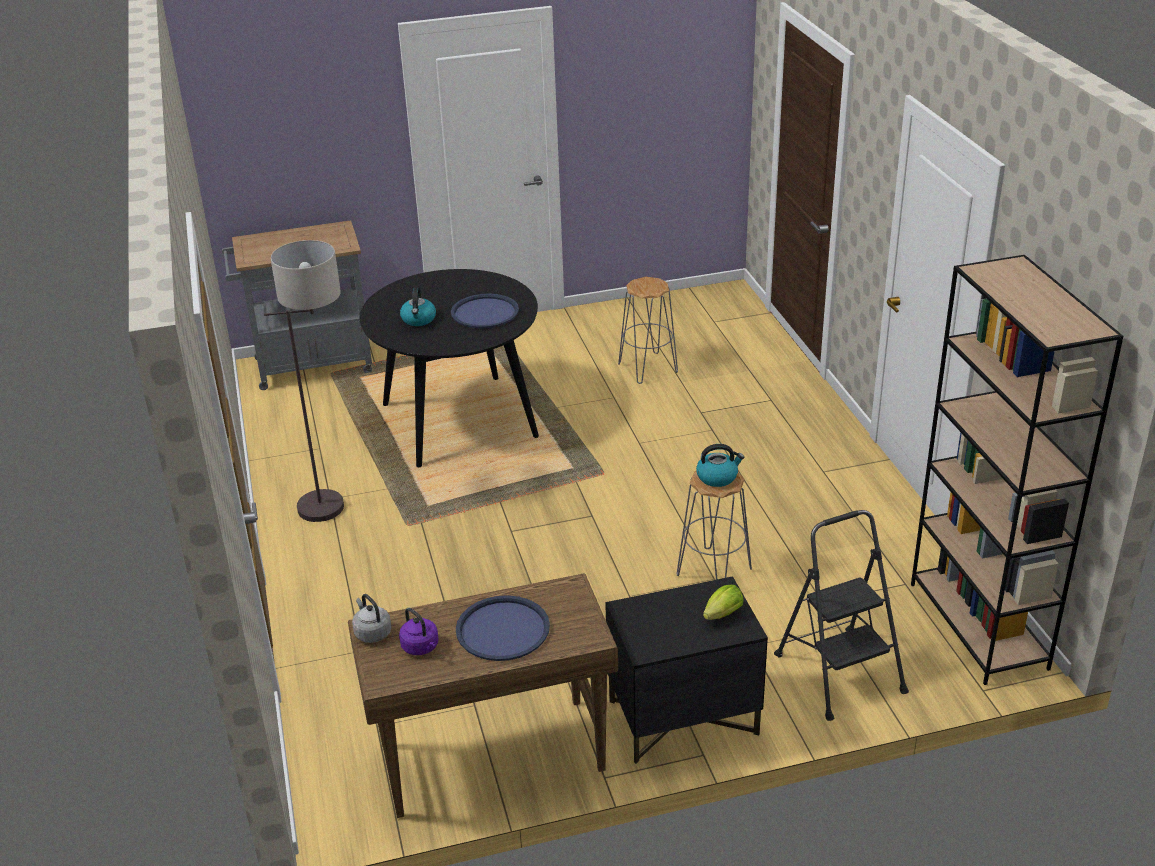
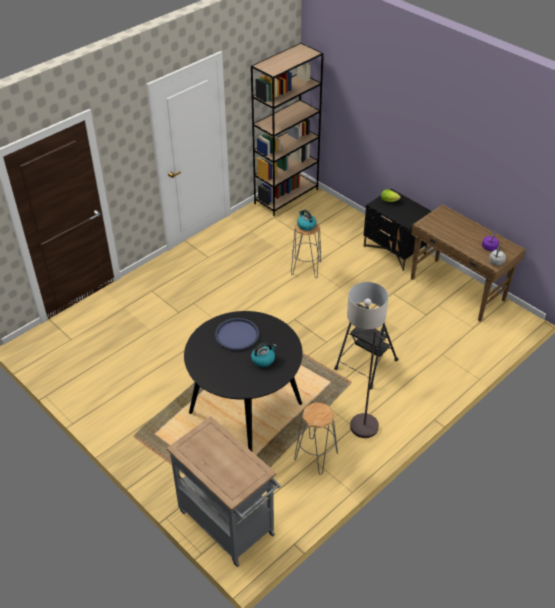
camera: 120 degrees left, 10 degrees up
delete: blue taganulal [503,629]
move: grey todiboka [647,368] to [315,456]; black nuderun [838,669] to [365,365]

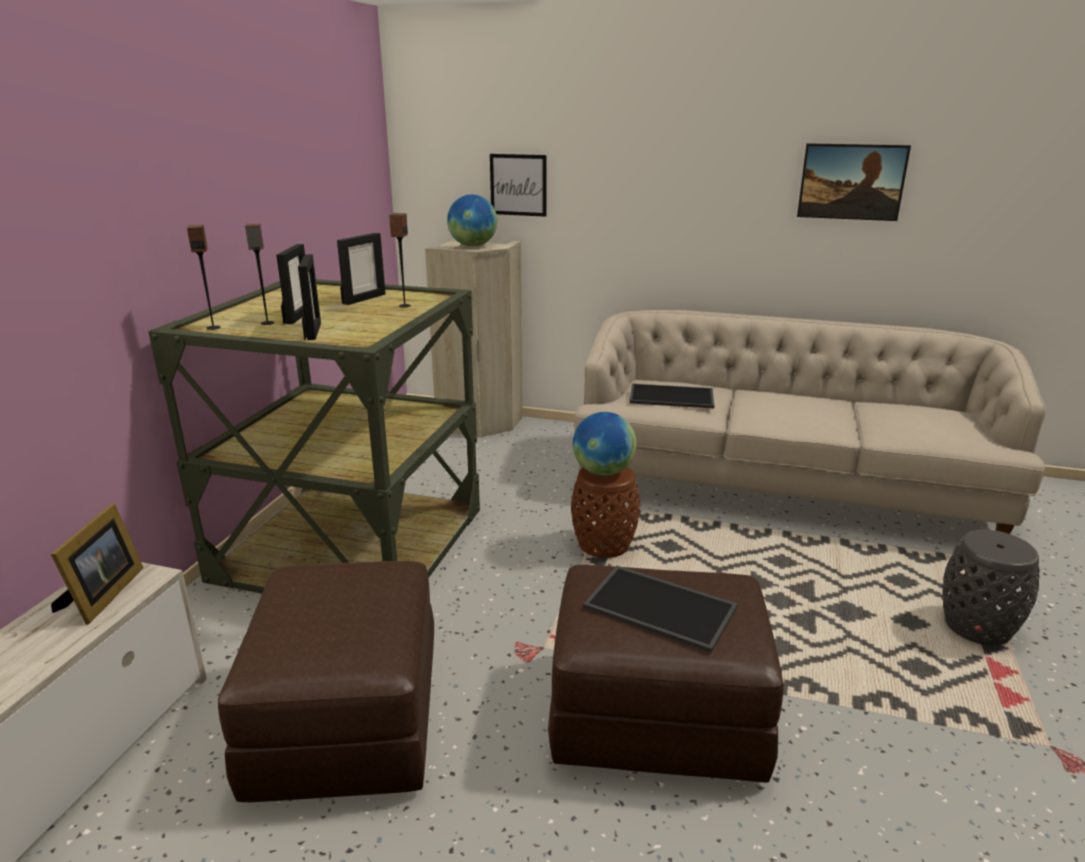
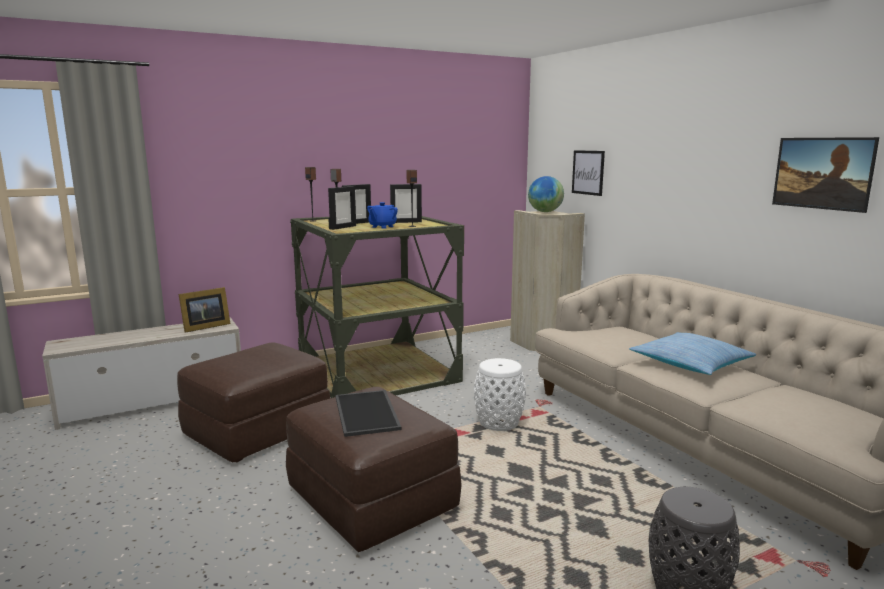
camera: 45 degrees right, 10 degrees down
delete: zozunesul [603,472]; taganulal [670,397]
insert: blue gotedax [382,227]; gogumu [690,364]
recolor: brown todiboka [604,544] to white todiboka [499,422]

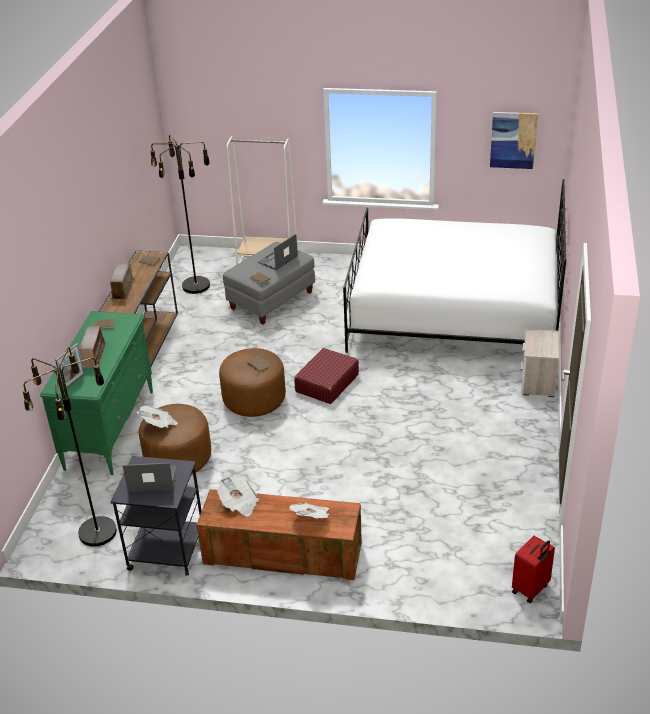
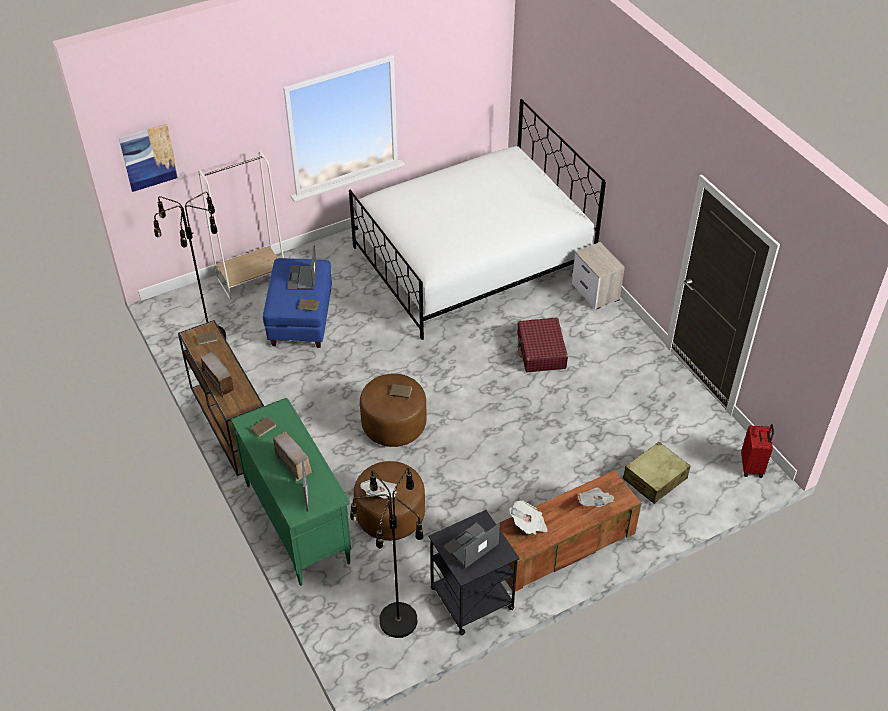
camera: 40 degrees left, 10 degrees up
insert: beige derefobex [654,479]
move: red derefobex [326,383] to [541,351]; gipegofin [513,140] to [148,157]
recolor: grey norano [272,301] to blue norano [302,319]

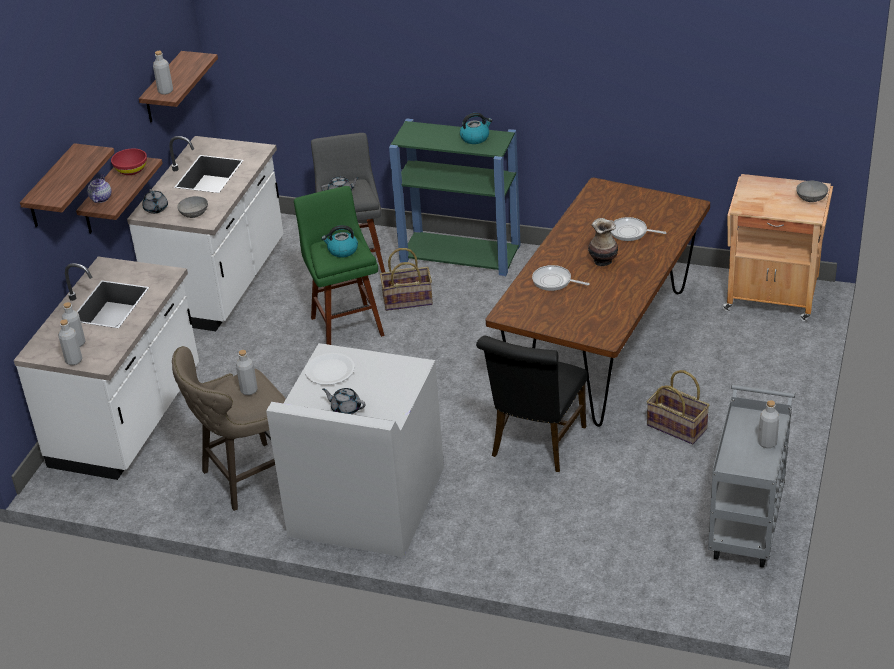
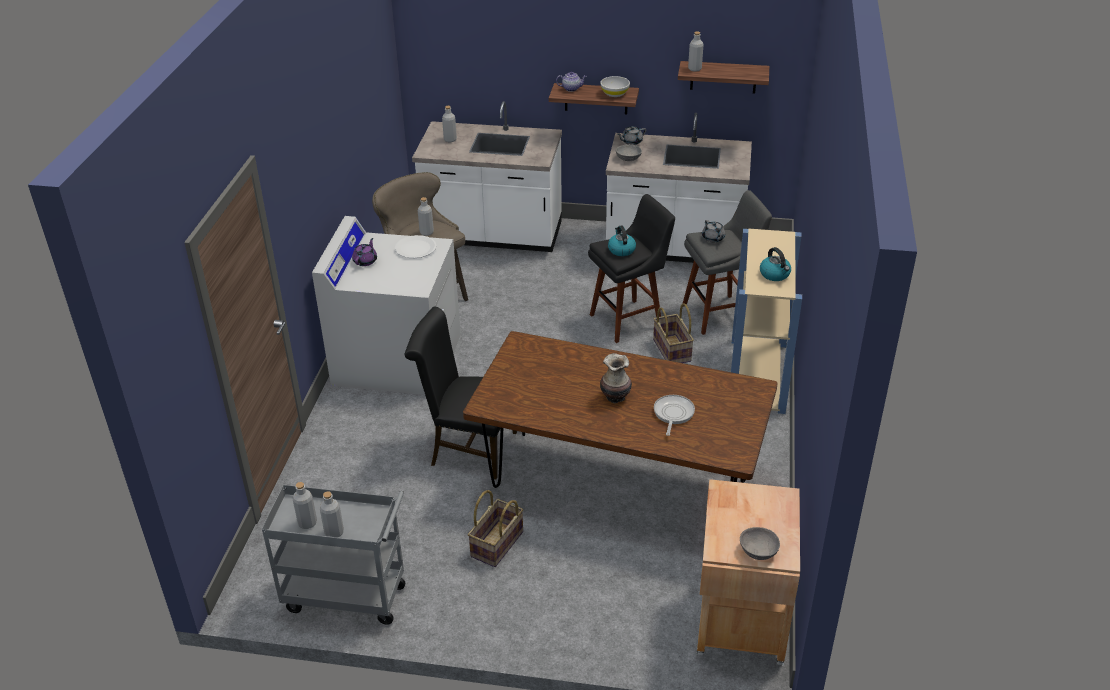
camera: 80 degrees right, 0 degrees up
delete: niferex [51,188]; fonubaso [554,281]
move: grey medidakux [74,360] to [307,523]
recolor: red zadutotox [131,170] to white zadutotox [614,93]; green todiboka [346,324] to black todiboka [629,320]; grey gotedax [345,409] to purple gotedax [365,261]; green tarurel [460,254] to beige tarurel [757,375]

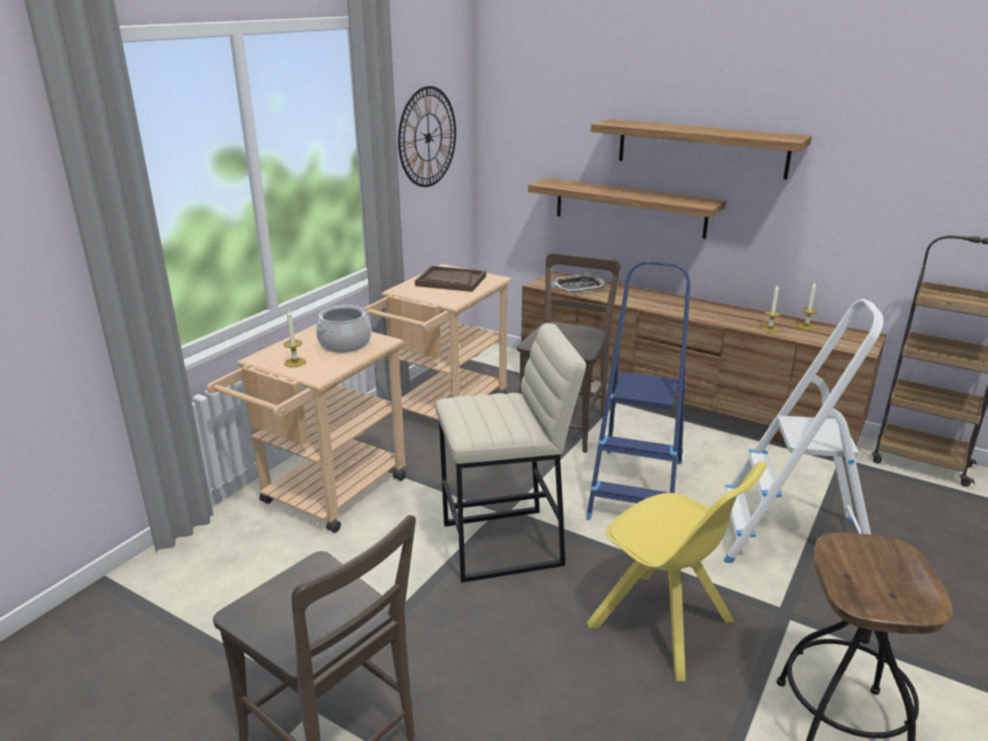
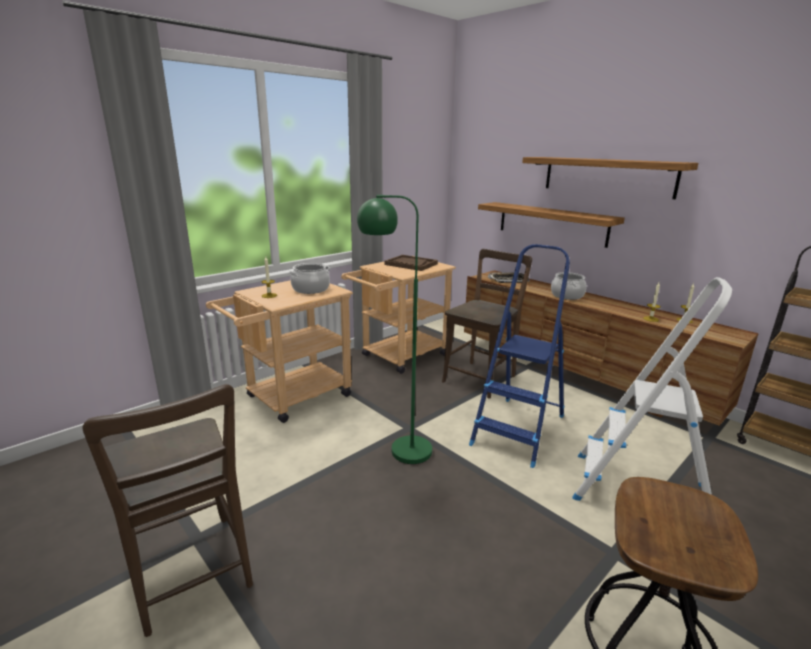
camera: 15 degrees right, 5 degrees down
delete: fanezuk [428,137]; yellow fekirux [664,625]
insert: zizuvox [567,295]
replace: beige todiboka [505,543] to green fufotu [398,451]

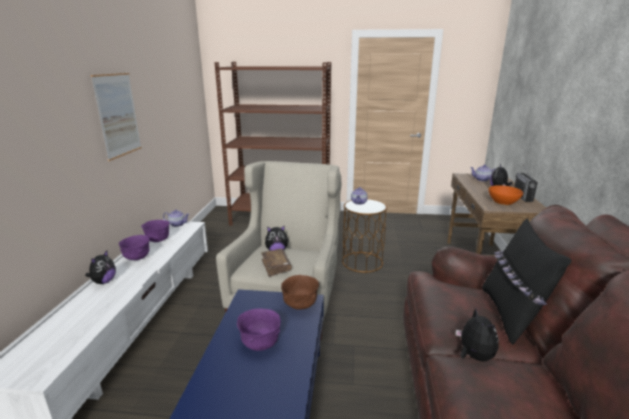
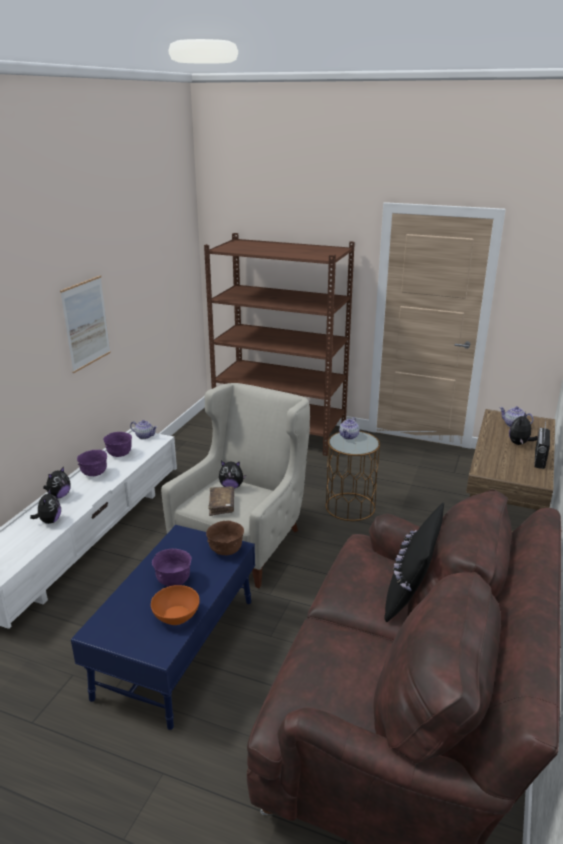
camera: 15 degrees right, 5 degrees up
move: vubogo [473,356] to [49,521]; orange zadutotox [503,202] to [176,616]

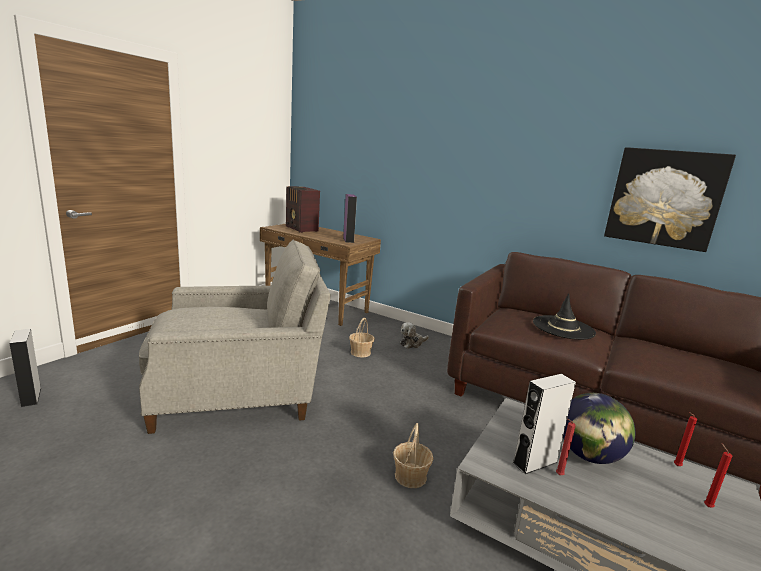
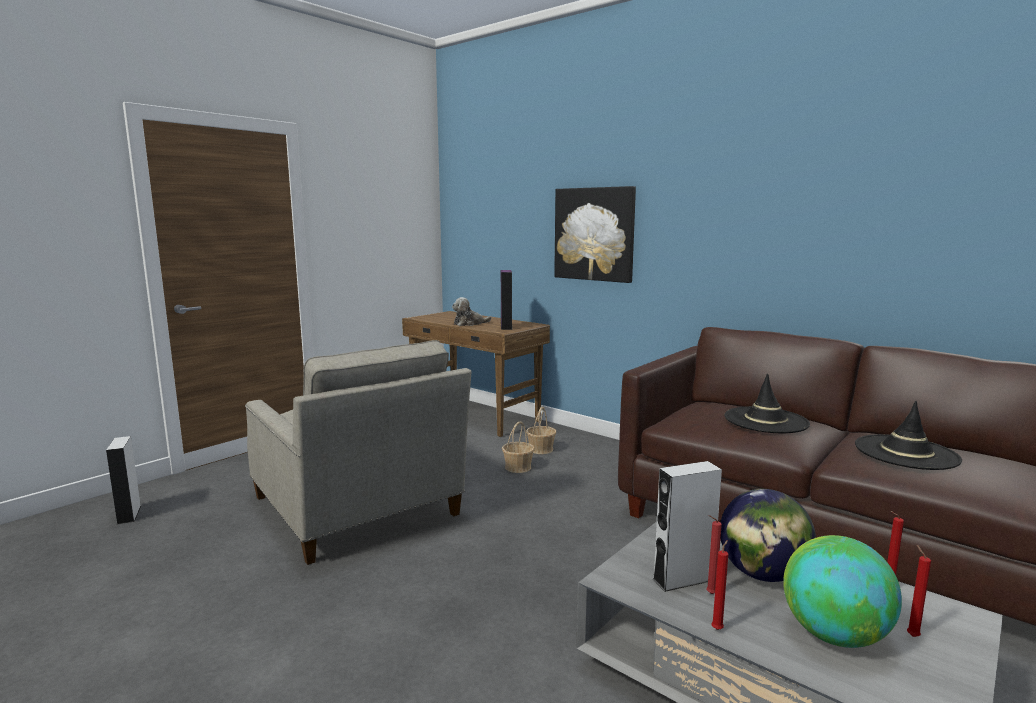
camera: 10 degrees right, 5 degrees down
delete: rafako [301,229]
insert: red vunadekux [718,628]; zozunesul [834,635]; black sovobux [906,452]
move: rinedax [410,476] to [541,449]; vubogo [412,343] to [469,324]; gipegofin [664,198] to [594,234]
rotate: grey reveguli [238,389] = [357,508] 60 degrees clockwise

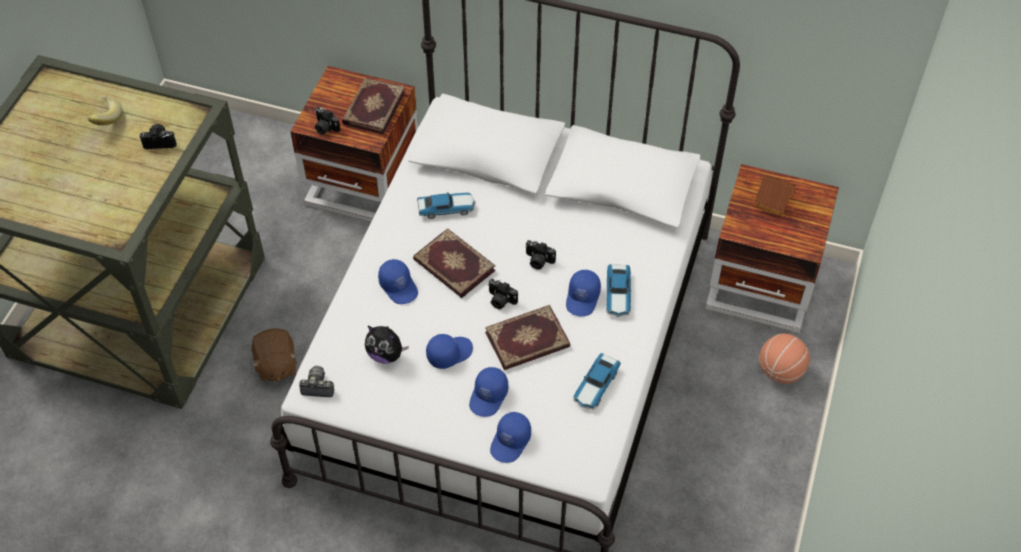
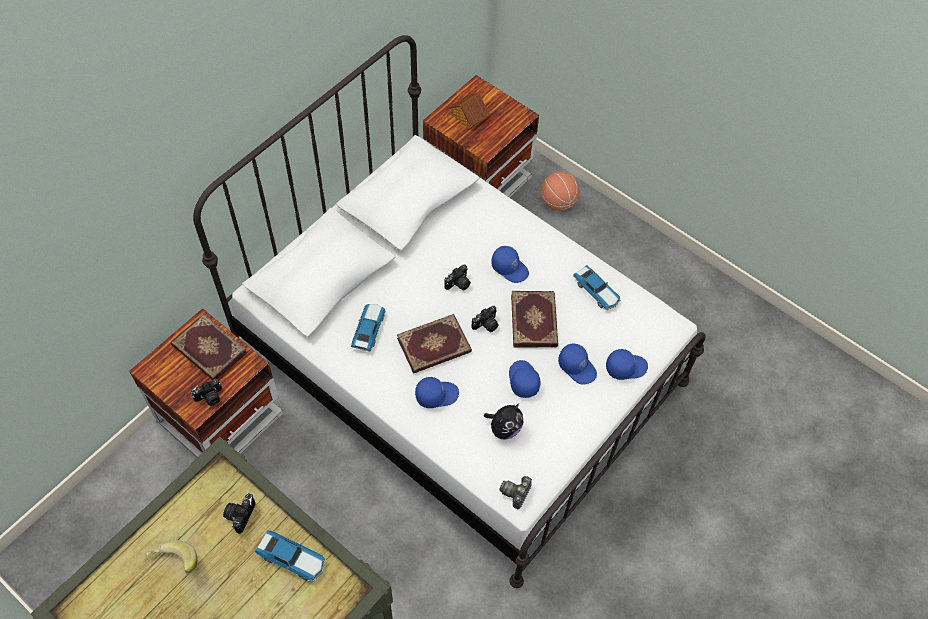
camera: 70 degrees left, 5 degrees up
delete: brown vubogo [276,365]
move: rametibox [618,295] to [293,559]
rotate: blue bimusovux [511,442] = [625,367] 60 degrees counterclockwise

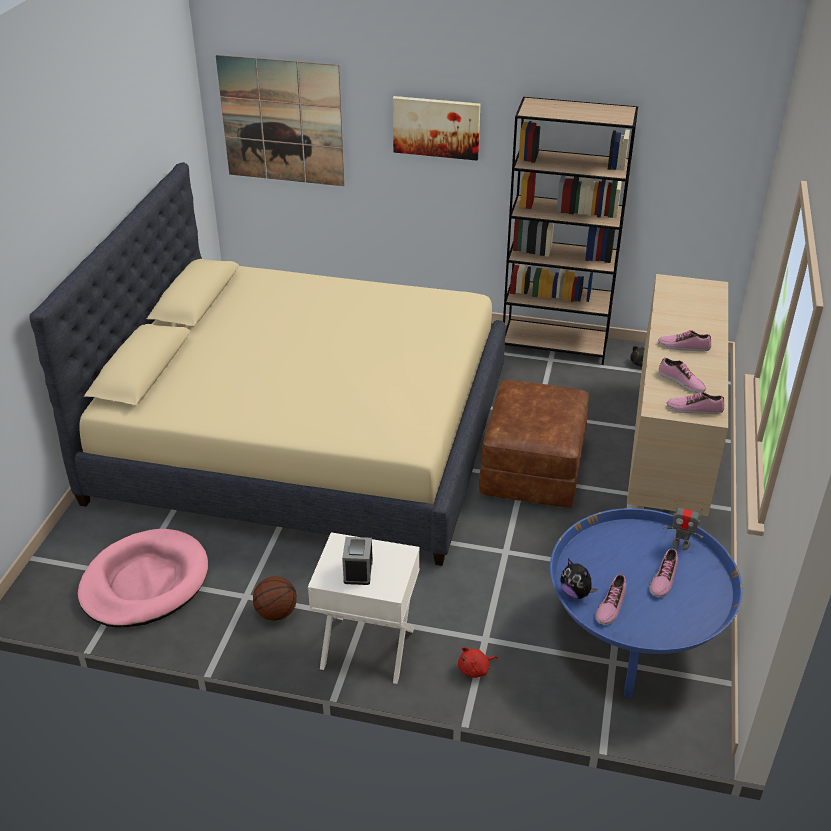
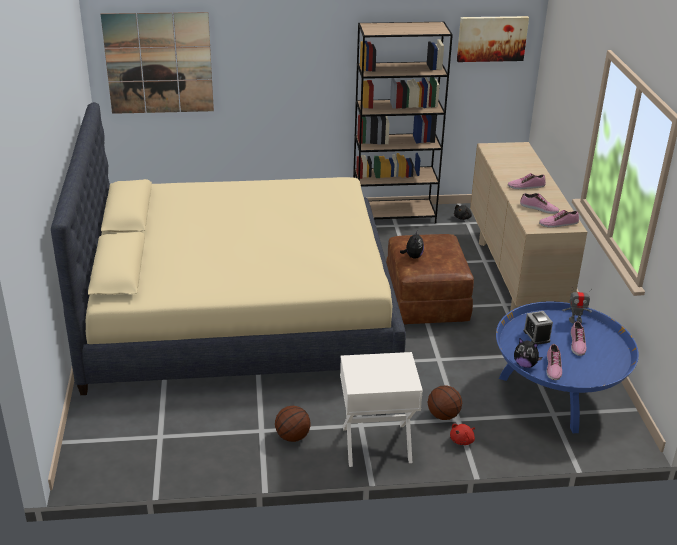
camera: 20 degrees left, 5 degrees down
delete: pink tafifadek [144,582]
insert: vubogo [413,256]; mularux [443,415]
move: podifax [358,571] to [536,336]; gipegofin [436,127] to [491,38]

